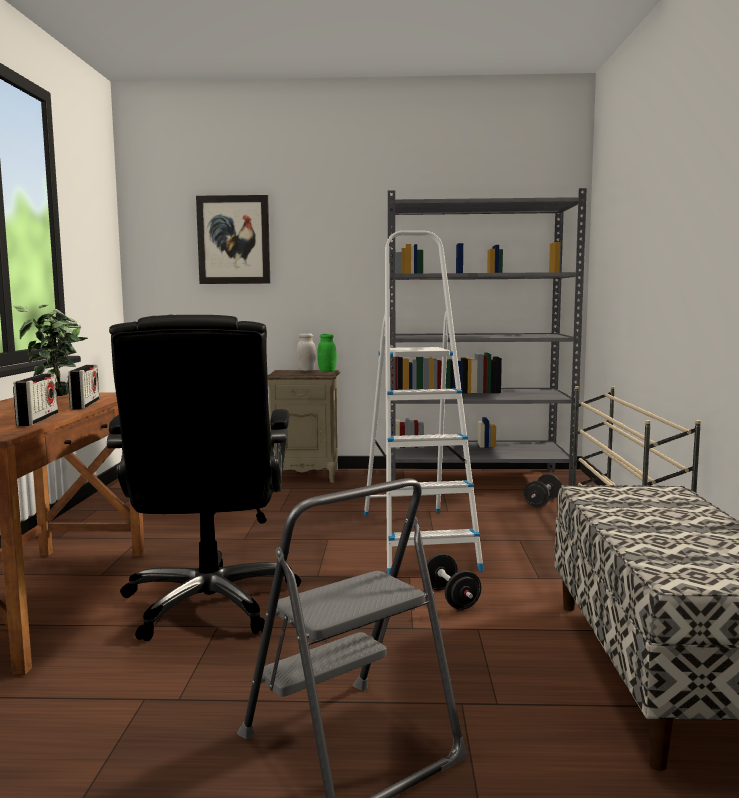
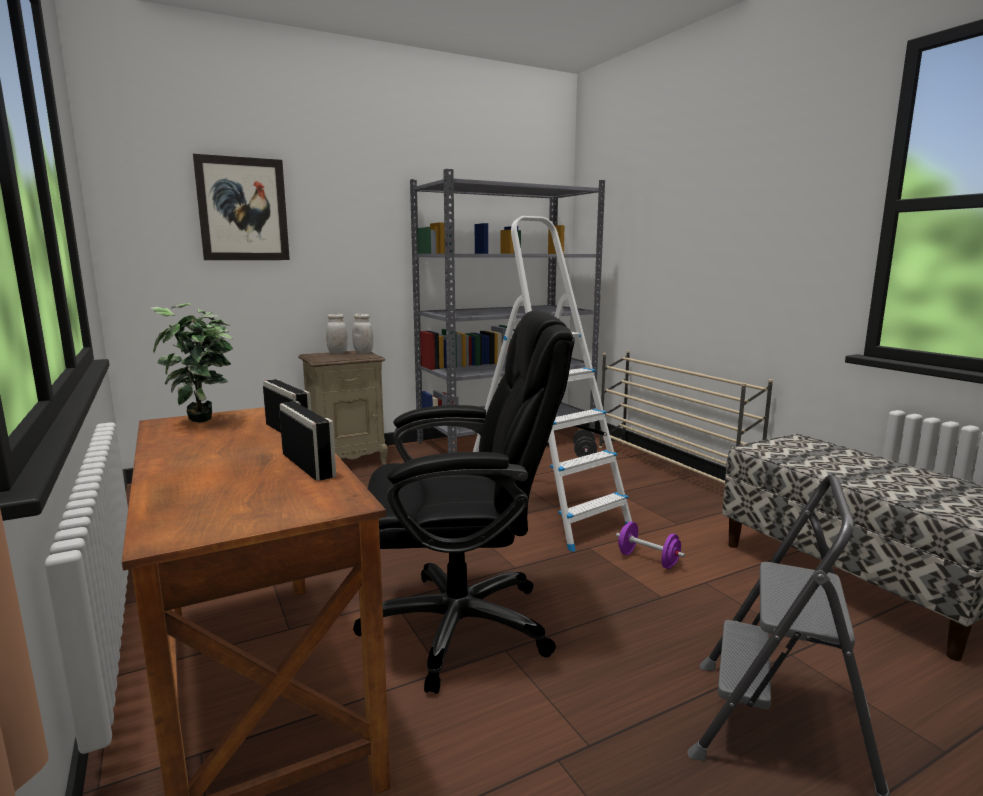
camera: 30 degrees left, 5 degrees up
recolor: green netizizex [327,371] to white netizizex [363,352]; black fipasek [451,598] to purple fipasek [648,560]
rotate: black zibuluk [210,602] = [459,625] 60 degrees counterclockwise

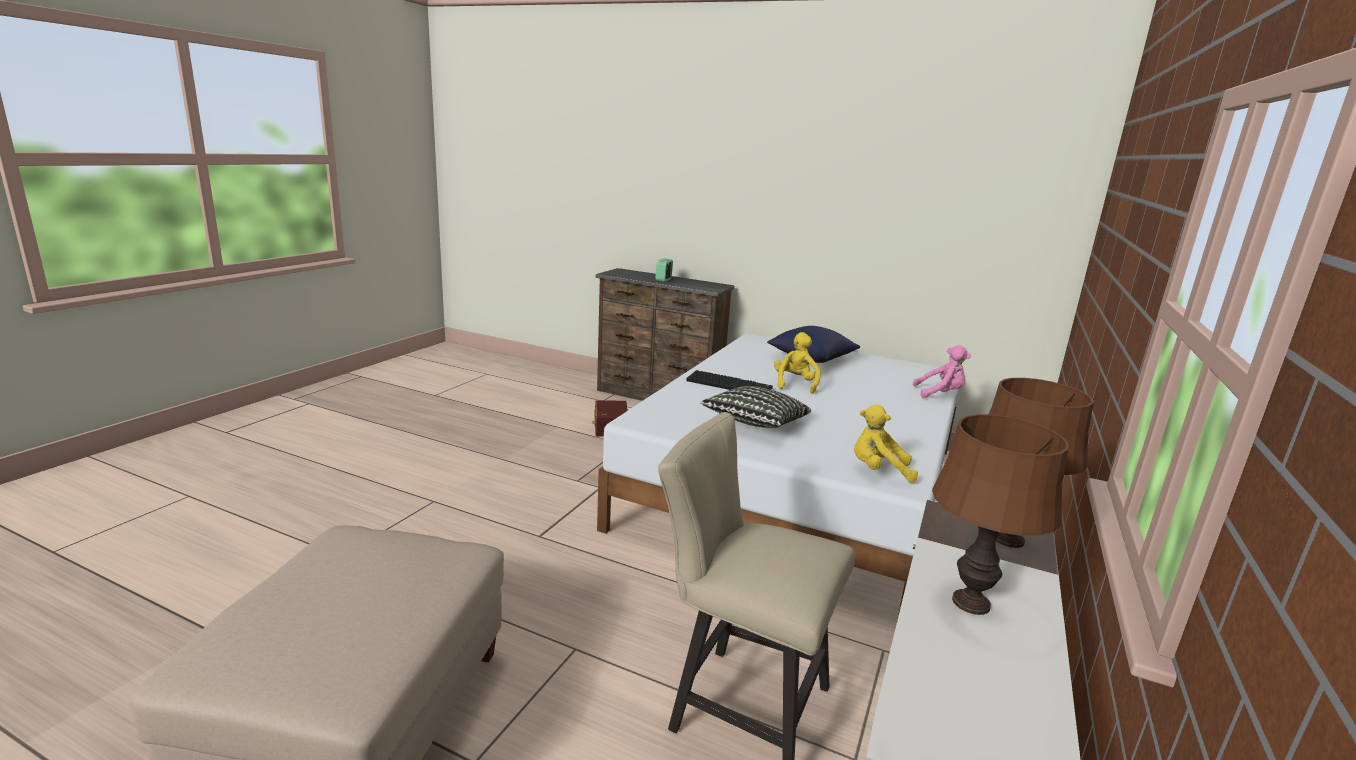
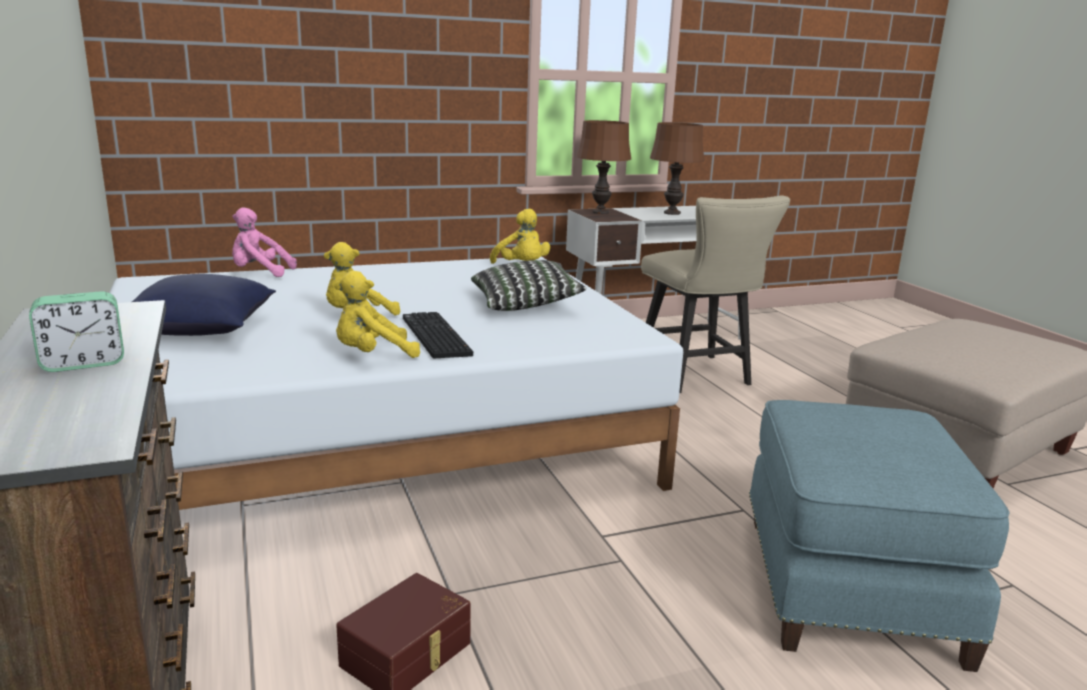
camera: 135 degrees left, 0 degrees up
insert: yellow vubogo [372,355]; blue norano [845,586]
rotate: pink vubogo [940,394] = [259,273] 45 degrees counterclockwise

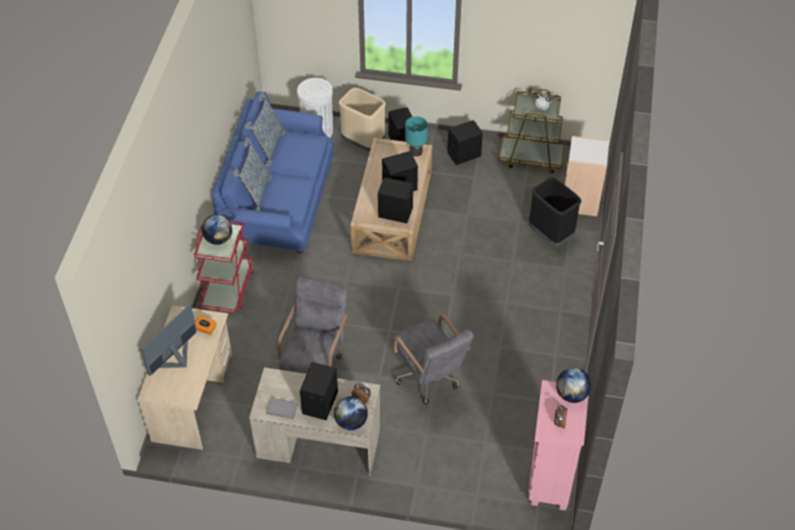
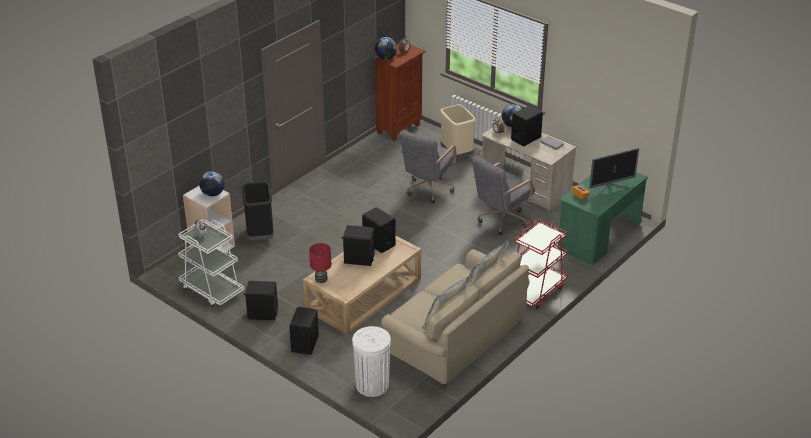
camera: 150 degrees left, 15 degrees down
move: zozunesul [218,239] to [213,194]; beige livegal [363,143] to [456,154]
recolor: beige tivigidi [193,398] to green tivigidi [599,236]; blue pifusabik [277,201] to beige pifusabik [453,338]; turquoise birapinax [416,152] to red birapinax [321,279]; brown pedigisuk [531,157] to white pedigisuk [211,290]; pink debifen [549,482] to brown debifen [399,129]
rotate: grey zibuluk [429,380] = [428,191] 150 degrees counterclockwise

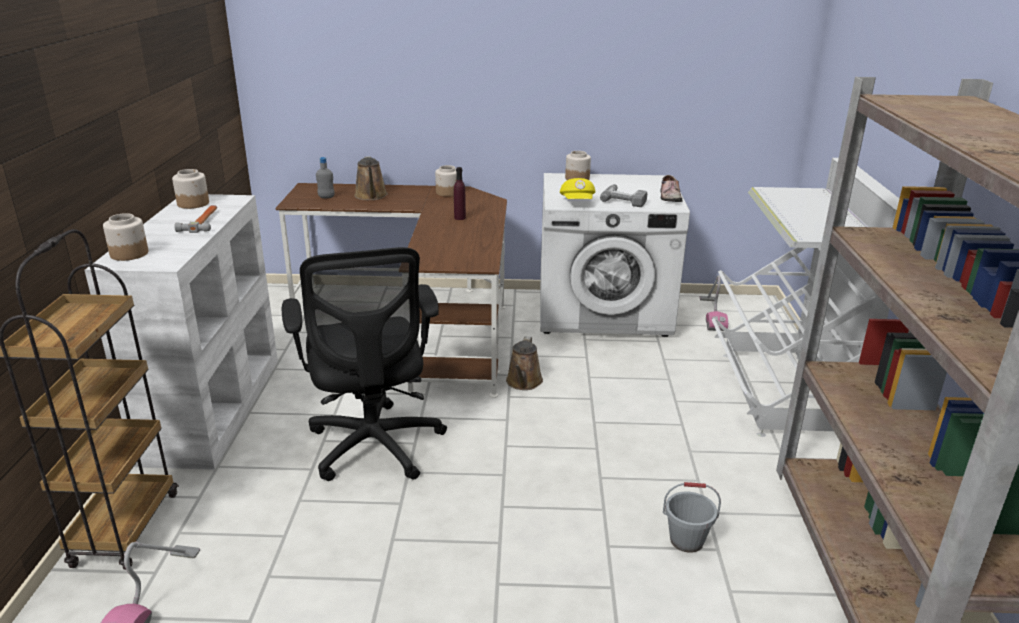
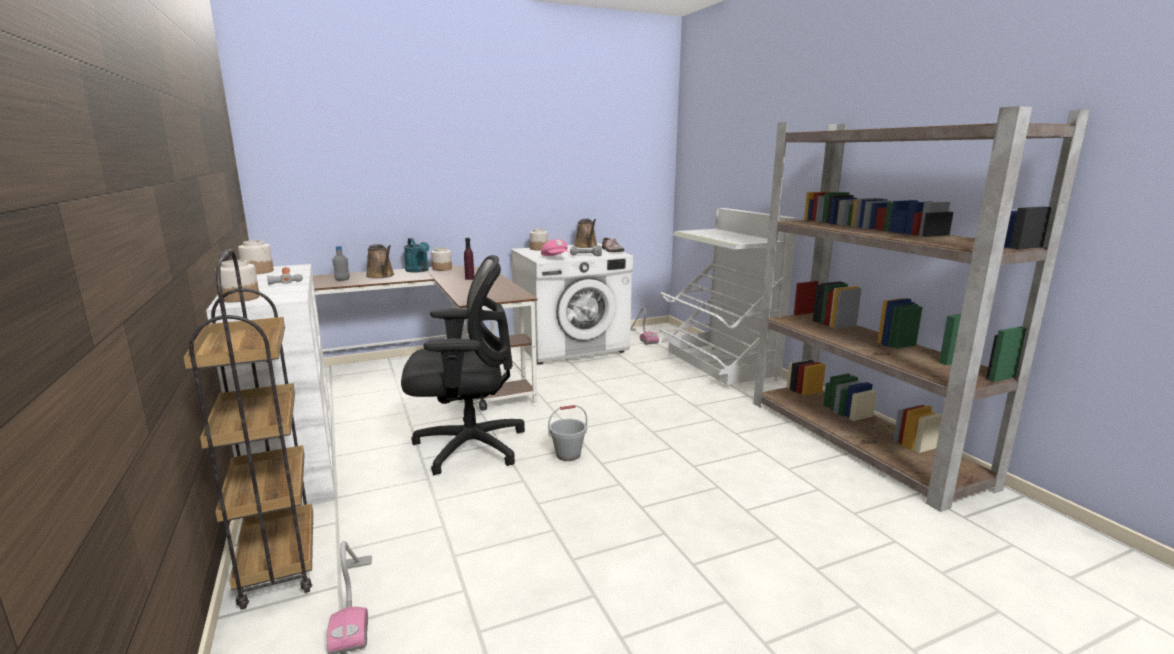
camera: 25 degrees left, 10 degrees down
insert: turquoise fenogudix [418,271]
move: brown fenogudix [523,383] to [586,246]; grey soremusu [687,540] to [568,454]
recolor: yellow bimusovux [578,202] to pink bimusovux [556,258]
rotate: black zibuluk [371,439] = [463,449] 60 degrees counterclockwise

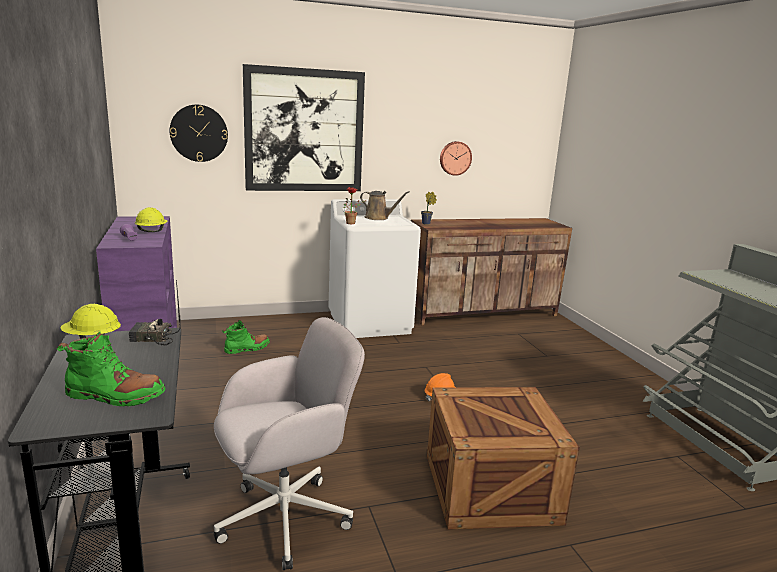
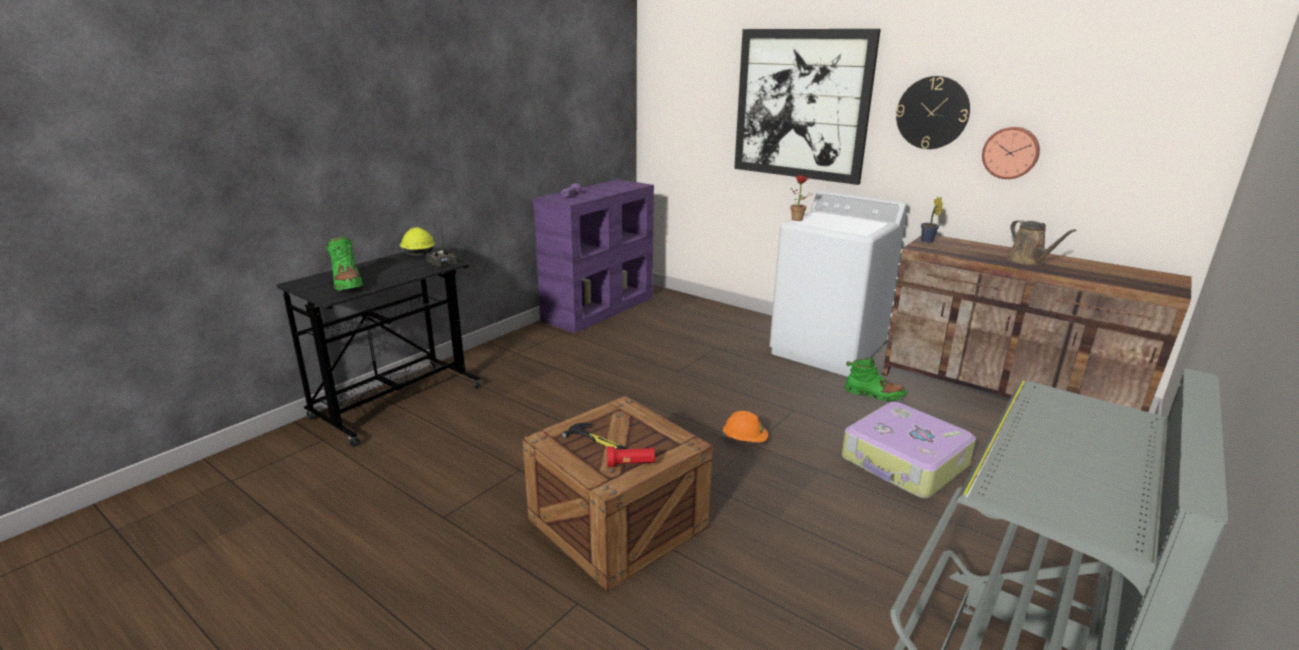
camera: 55 degrees right, 5 degrees up
delete: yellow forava [151,231]; grey zibuluk [286,519]
insert: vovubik [597,441]; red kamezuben [631,464]; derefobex [904,463]
move: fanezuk [199,133] to [932,113]; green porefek [247,348] to [874,394]; brown fenogudix [378,218] to [1028,261]

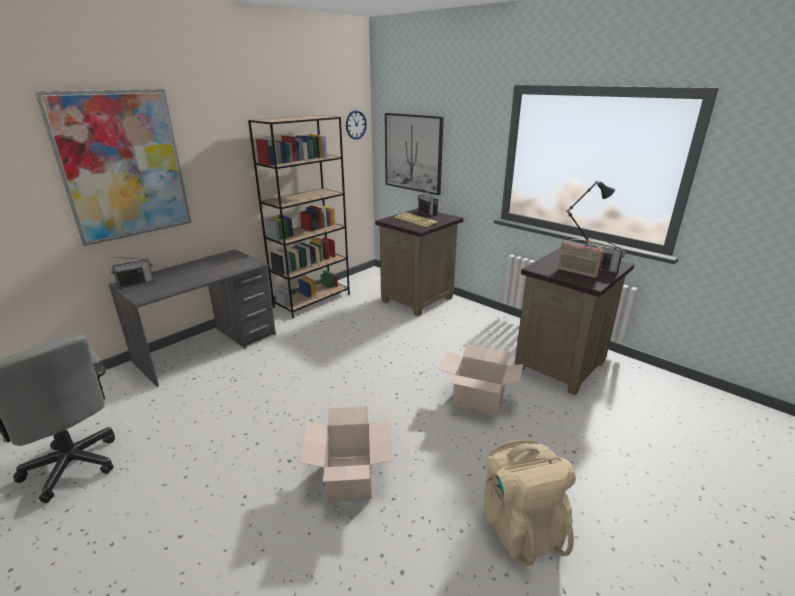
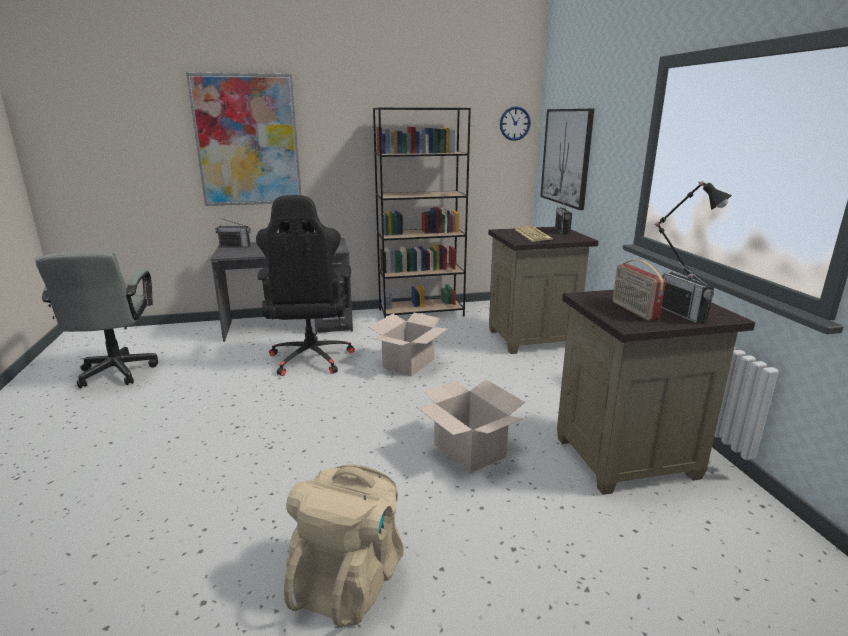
camera: 35 degrees right, 5 degrees down
insert: black zibuluk [311,358]
move: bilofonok [349,477] to [408,363]

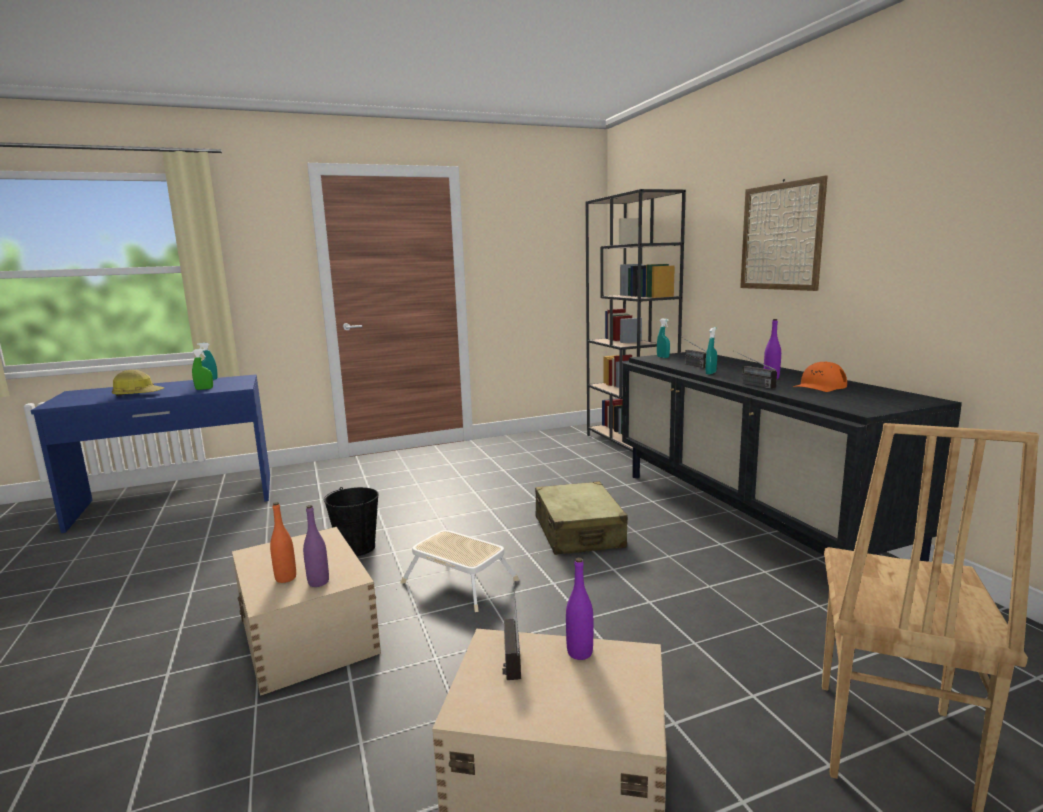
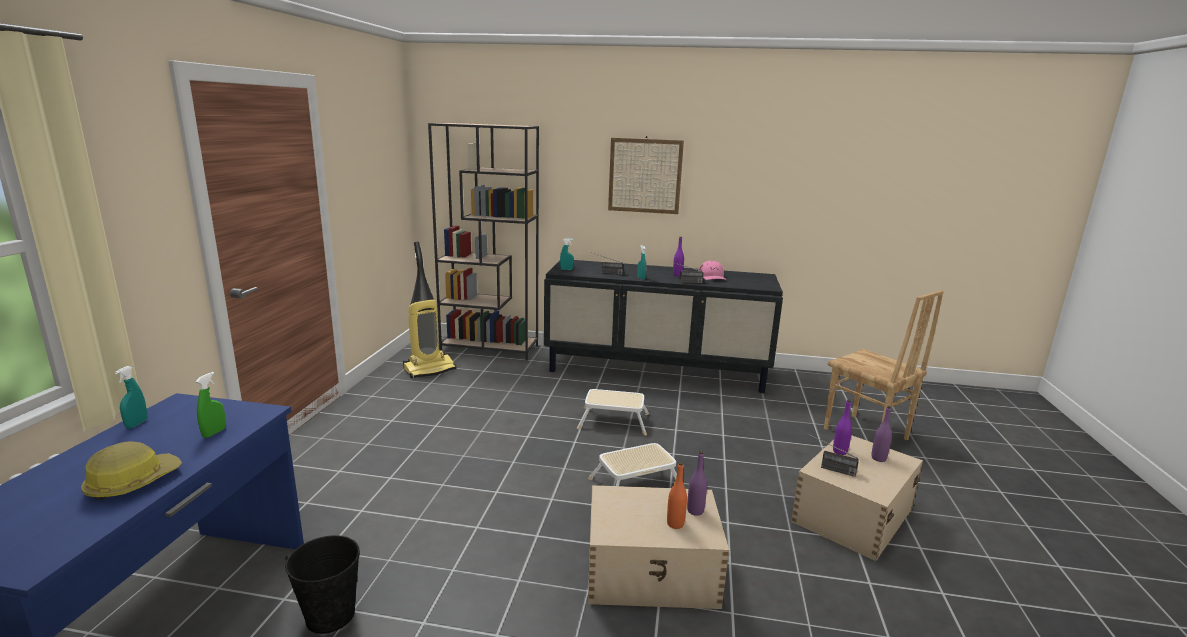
camera: 60 degrees left, 5 degrees up
insert: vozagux [429,369]; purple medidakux [878,458]
move: black soremusu [357,548] to [330,615]
replace: beige derefobex [578,532] to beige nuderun [614,420]
recolor: orange bimusovux [819,386] to pink bimusovux [712,276]

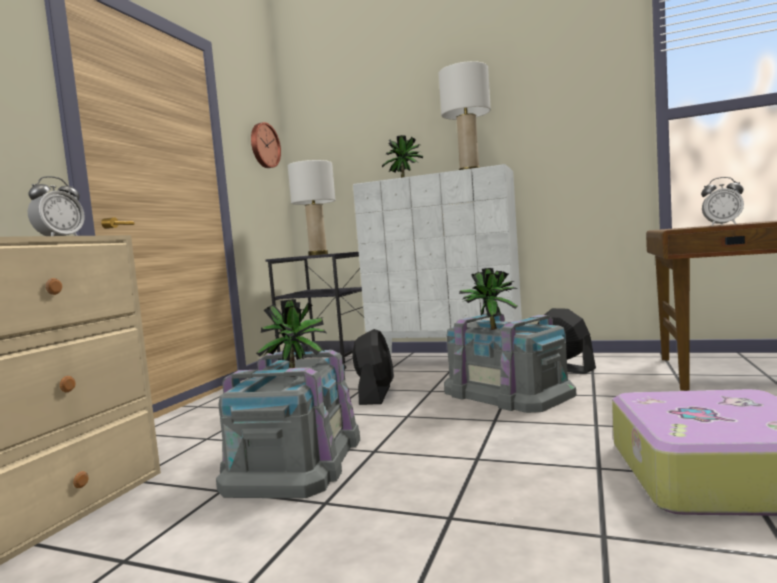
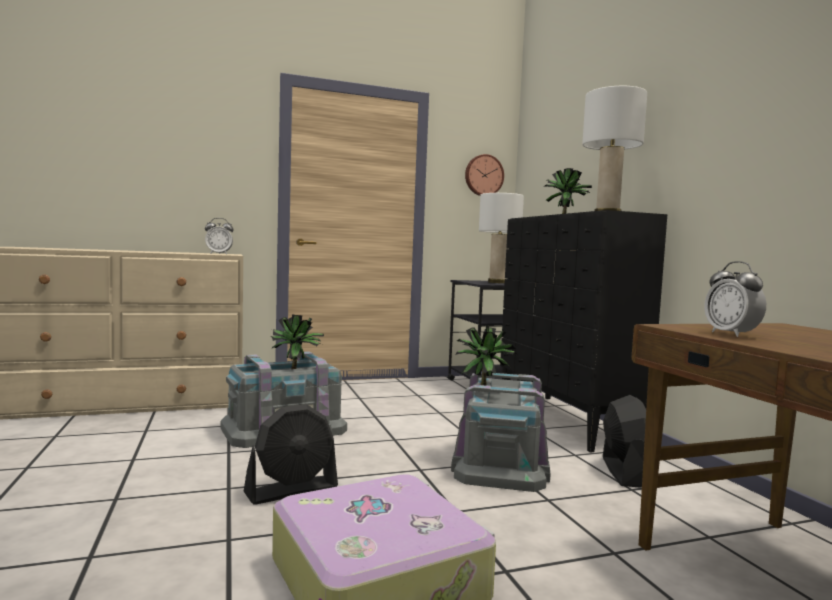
camera: 50 degrees right, 0 degrees up
move: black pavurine [375,395] to [292,490]
recolor: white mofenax [447,360] to black mofenax [564,421]

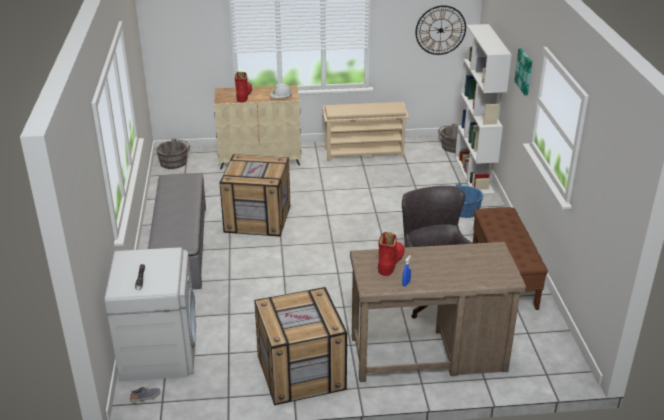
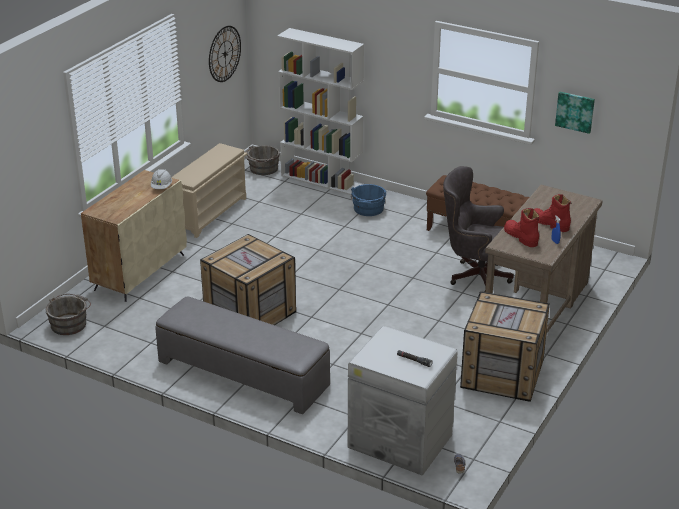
camera: 55 degrees left, 0 degrees up
move: red porefek [244,95] to [549,223]; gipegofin [525,71] to [575,111]

